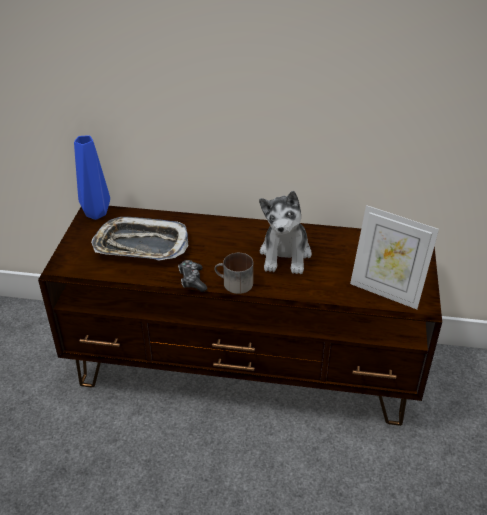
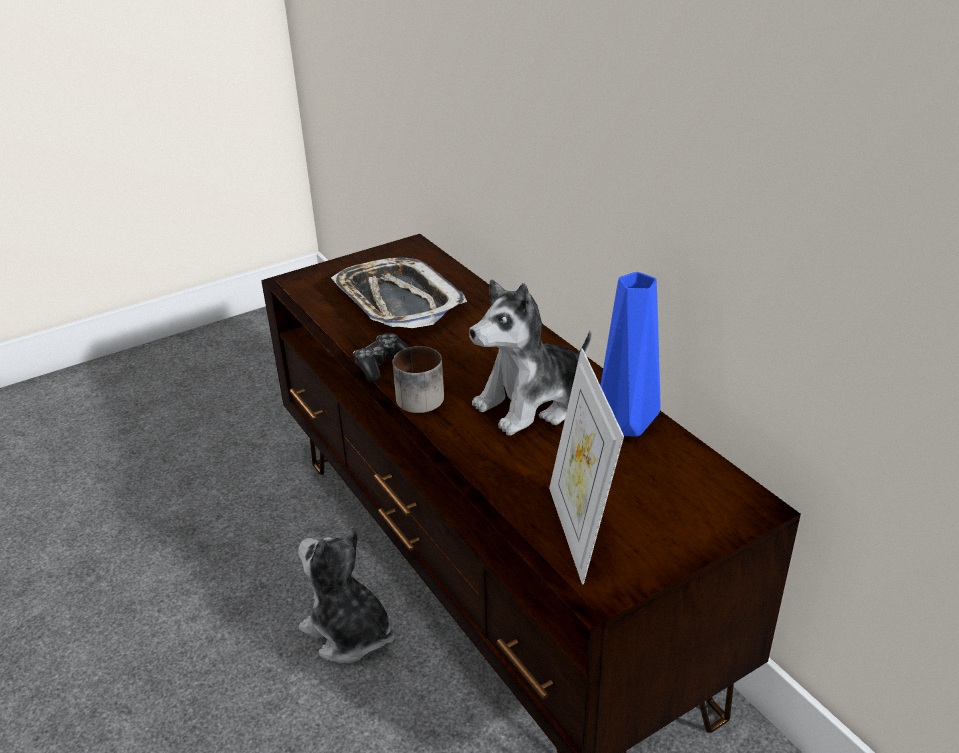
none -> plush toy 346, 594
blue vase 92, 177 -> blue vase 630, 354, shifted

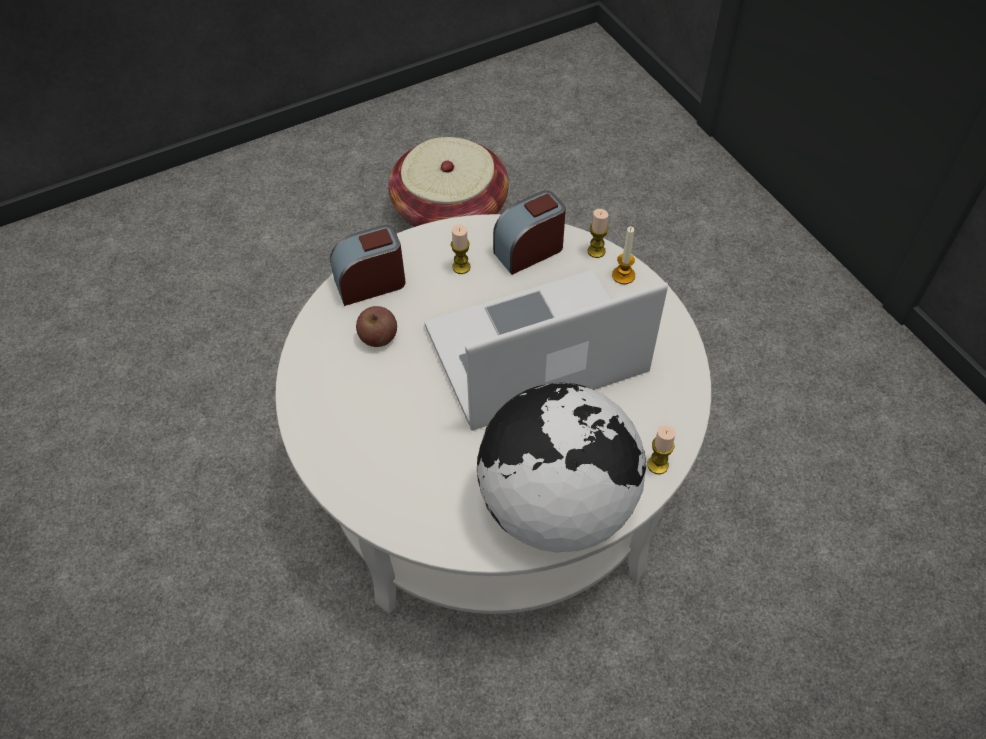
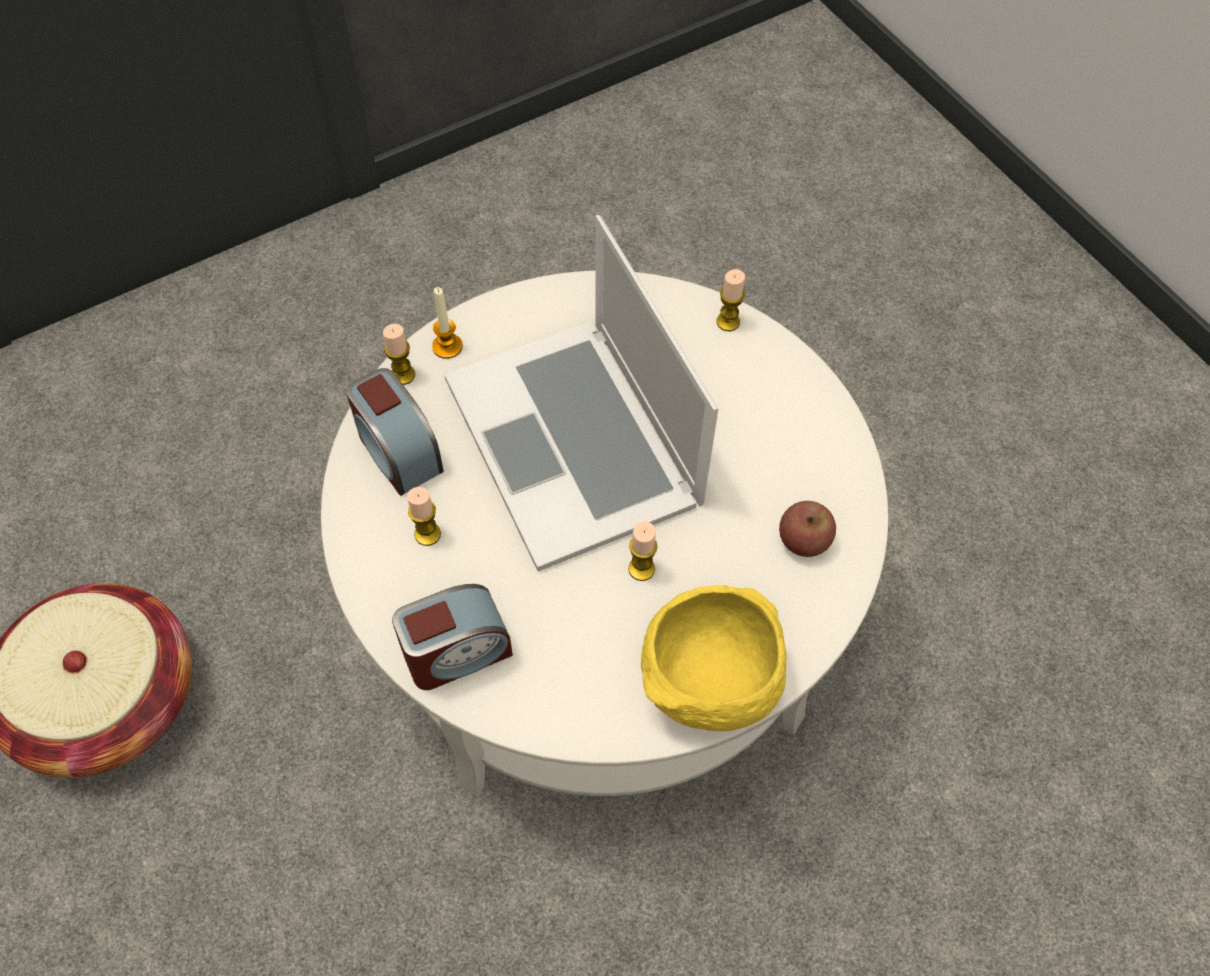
globe 561, 467 -> none
none -> candle 643, 551
none -> yellow bowl 714, 658
apple 376, 326 -> apple 807, 529, shifted
alarm clock 368, 265 -> alarm clock 452, 637, 90 degrees counterclockwise

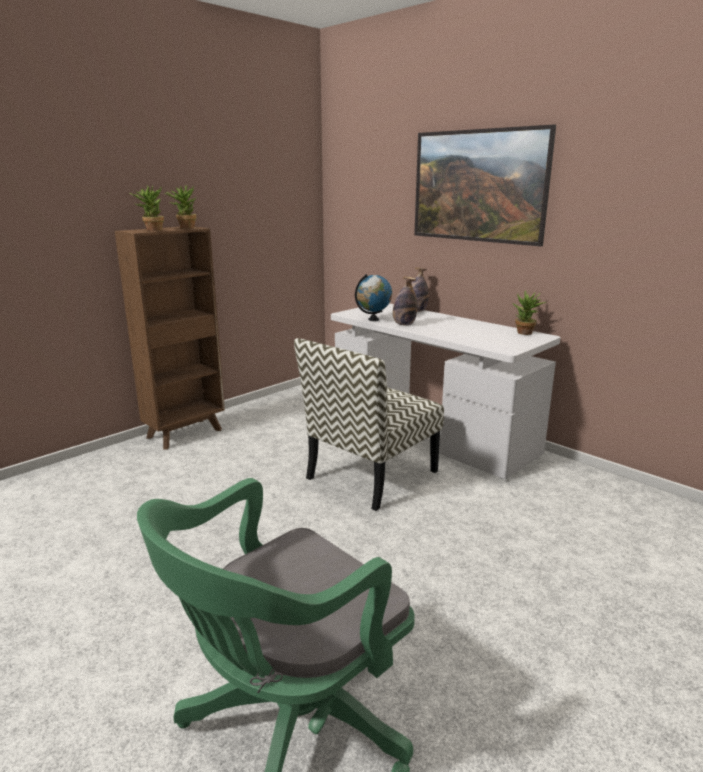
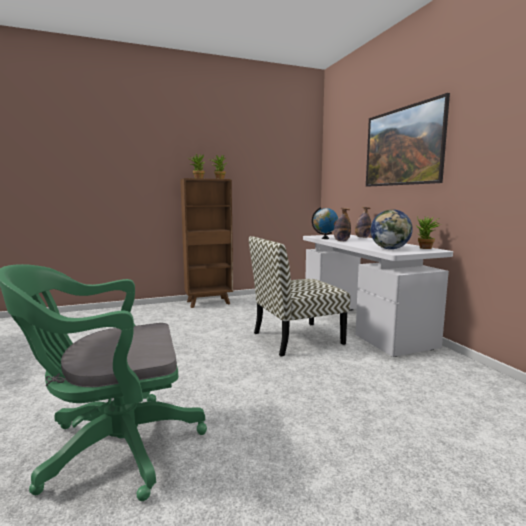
none -> globe 391, 229

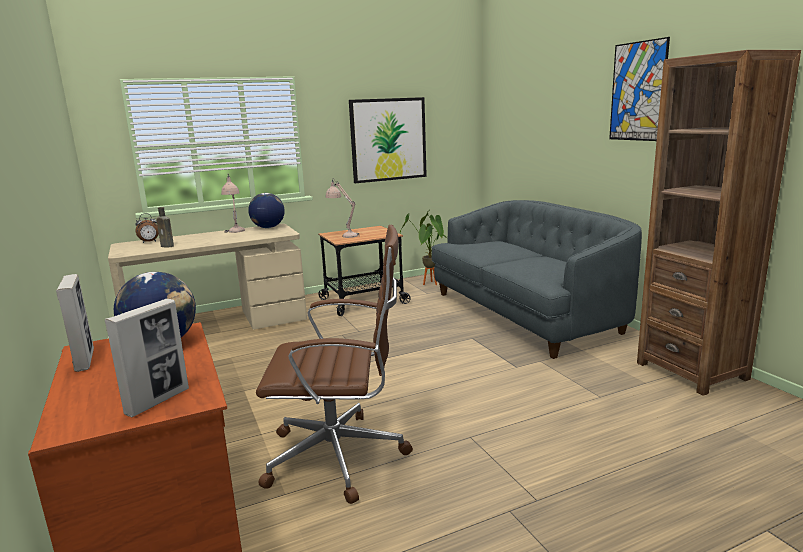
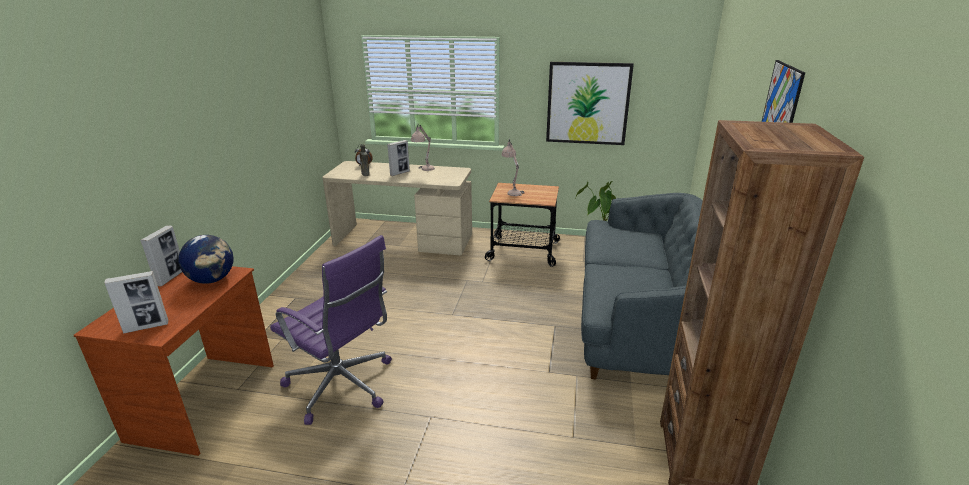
globe 266, 210 -> none
none -> picture frame 398, 158
brown office chair 334, 364 -> purple office chair 331, 330

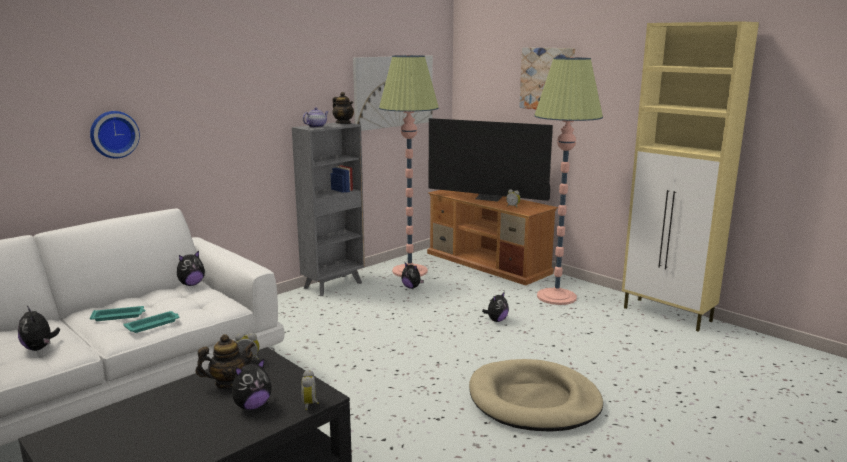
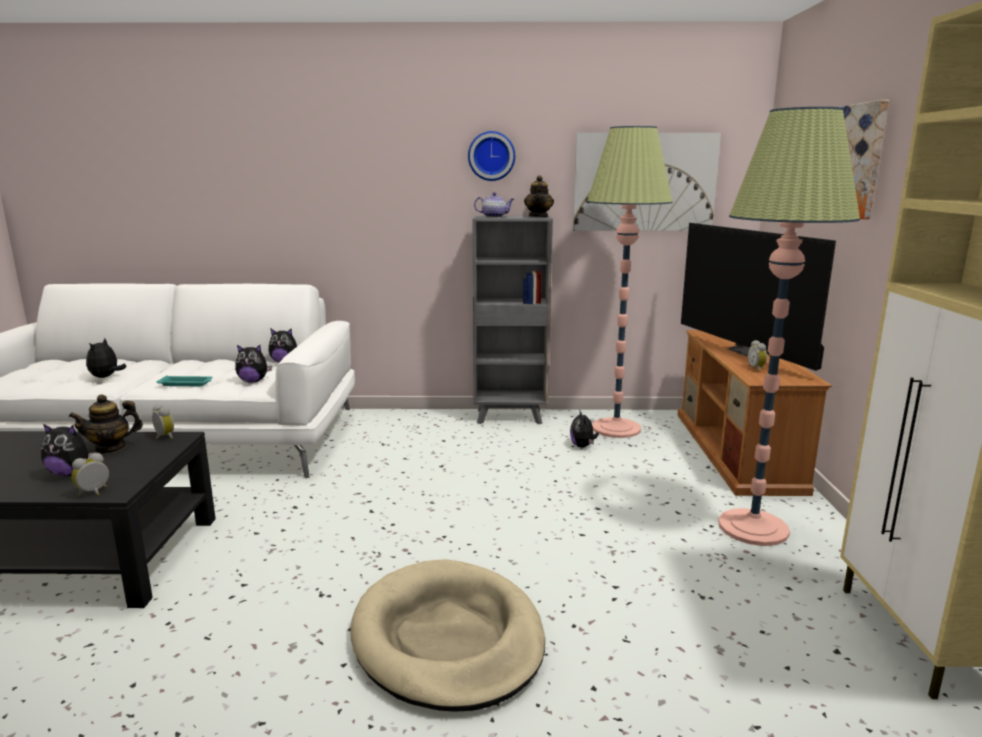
turquoise tray 118, 313 -> none
wall clock 115, 135 -> wall clock 491, 156, shifted
plush toy 495, 307 -> plush toy 253, 364, shifted
teapot 225, 361 -> teapot 105, 424, 135 degrees clockwise

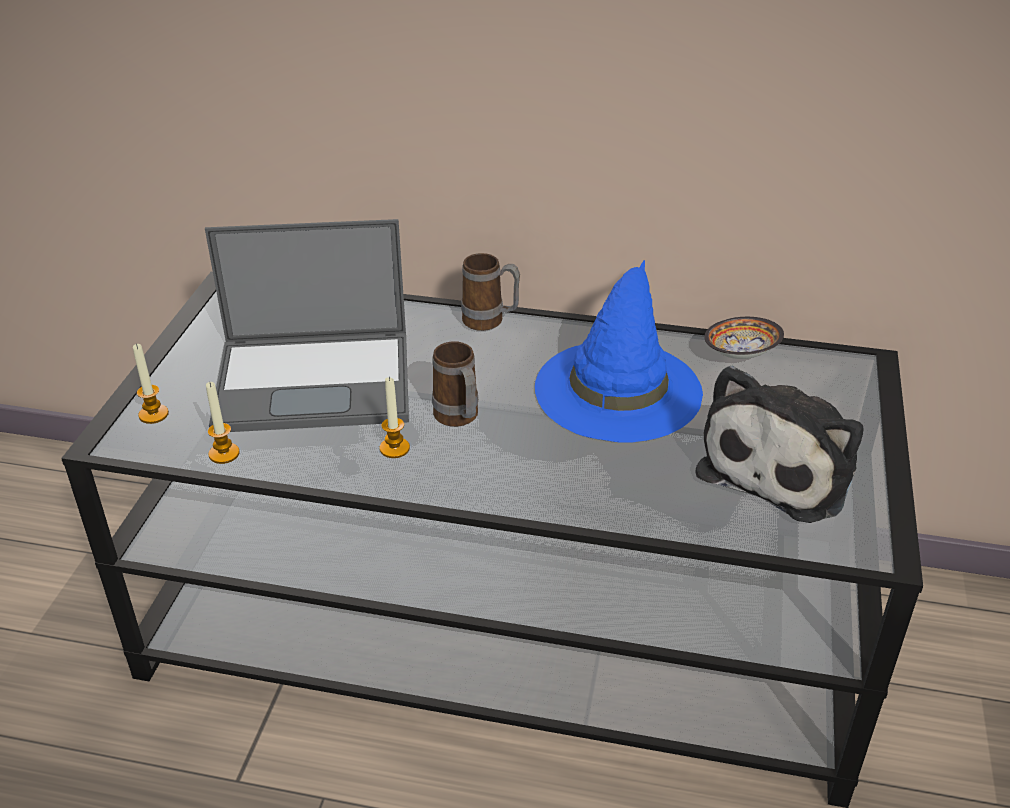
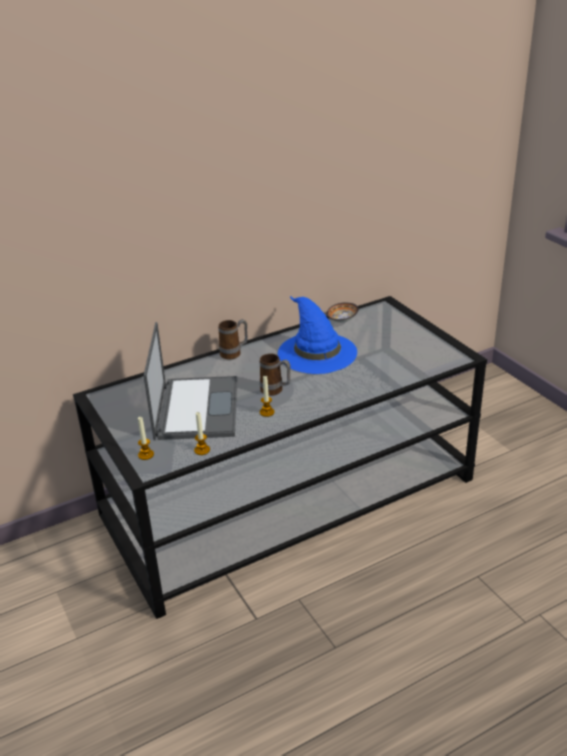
plush toy 779, 444 -> none
laptop 307, 325 -> laptop 190, 381, 45 degrees counterclockwise

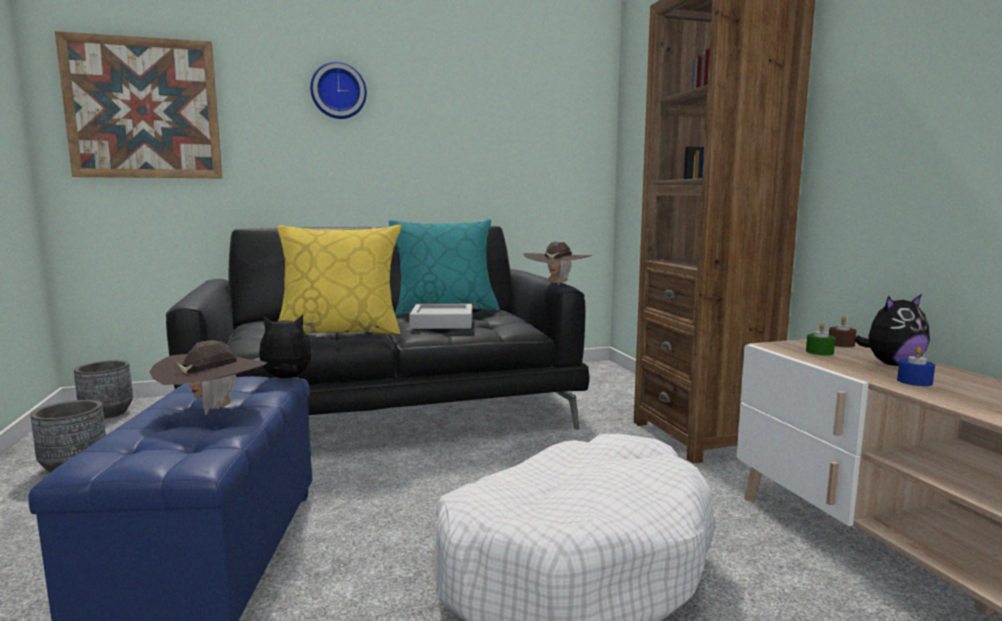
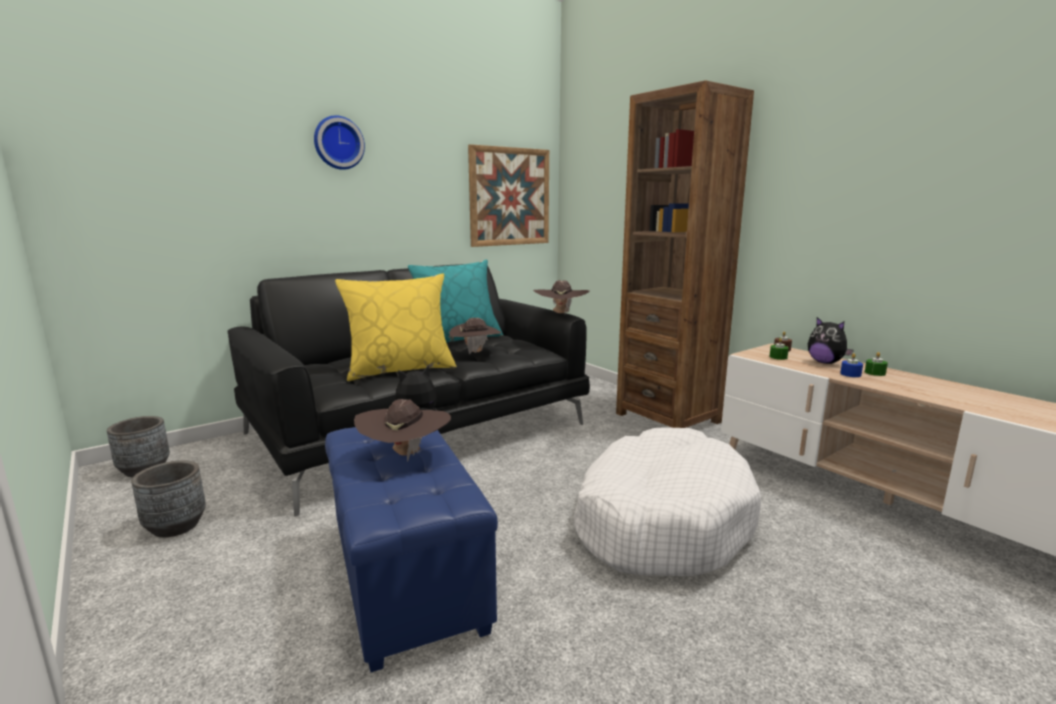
none -> green candle 876, 364
picture 138, 104 -> picture 508, 195, shifted
grey tray 440, 316 -> brown hat 475, 336
plush toy 892, 330 -> plush toy 831, 340, 90 degrees clockwise

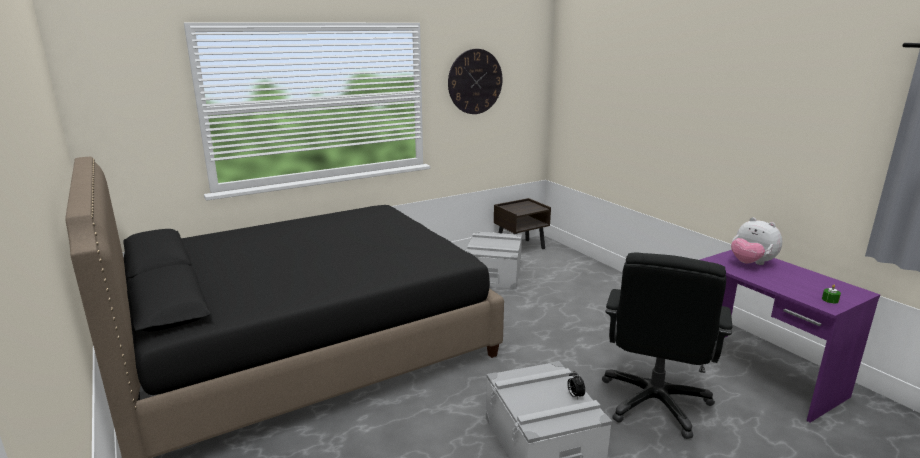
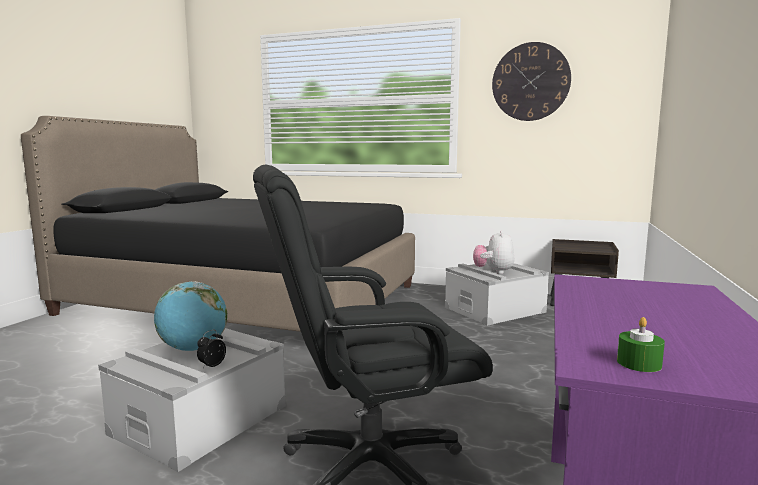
none -> globe 190, 316
plush toy 756, 241 -> plush toy 493, 252, shifted

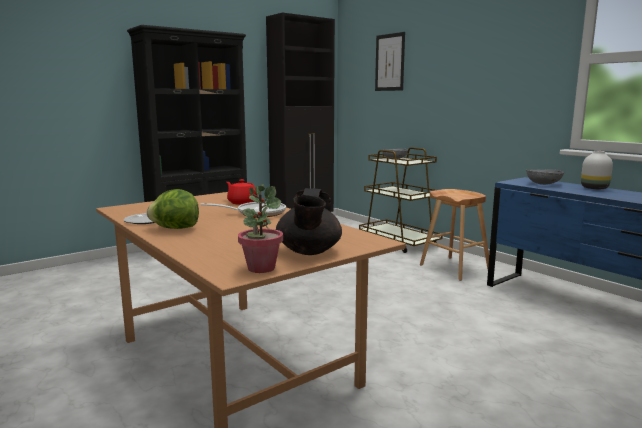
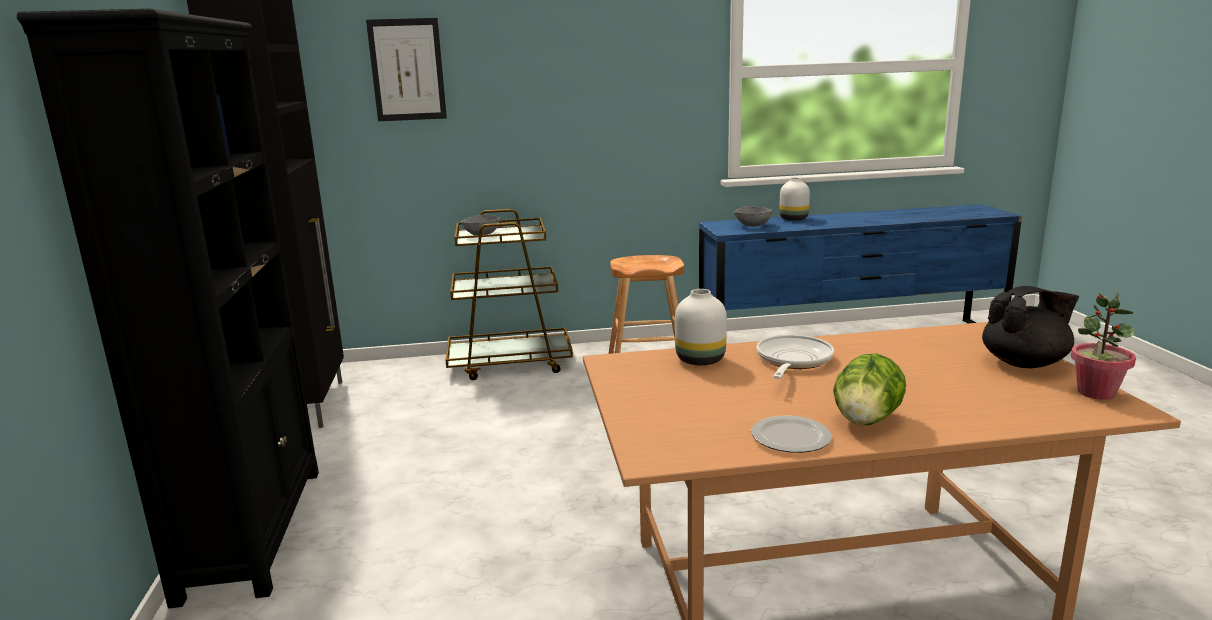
red teapot 242, 192 -> white vase 701, 327
black teapot 309, 221 -> black teapot 1030, 327, 45 degrees counterclockwise

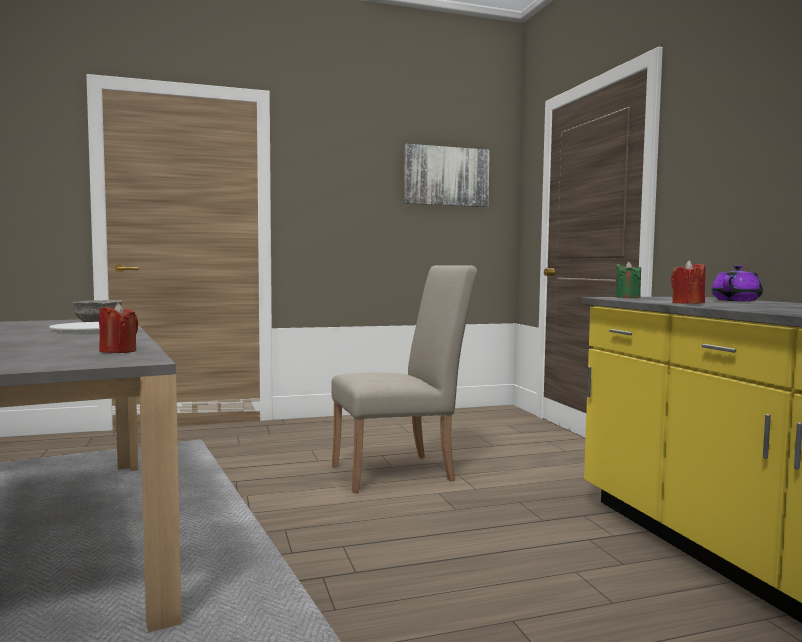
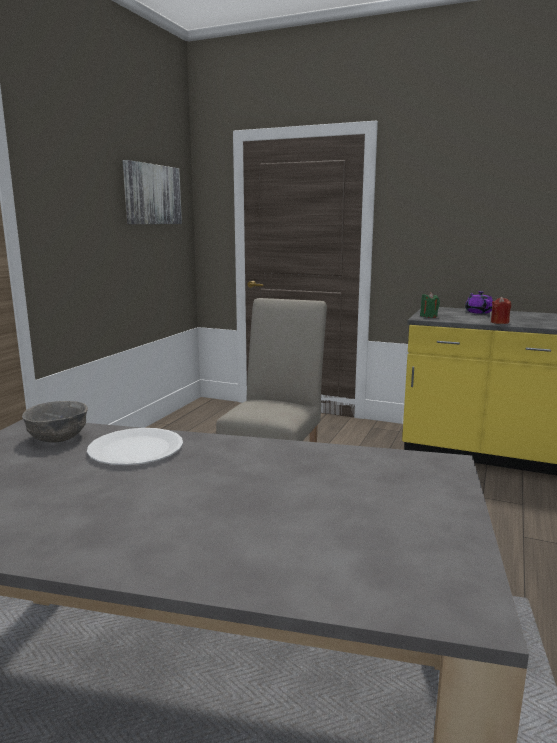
red candle 118, 328 -> none

